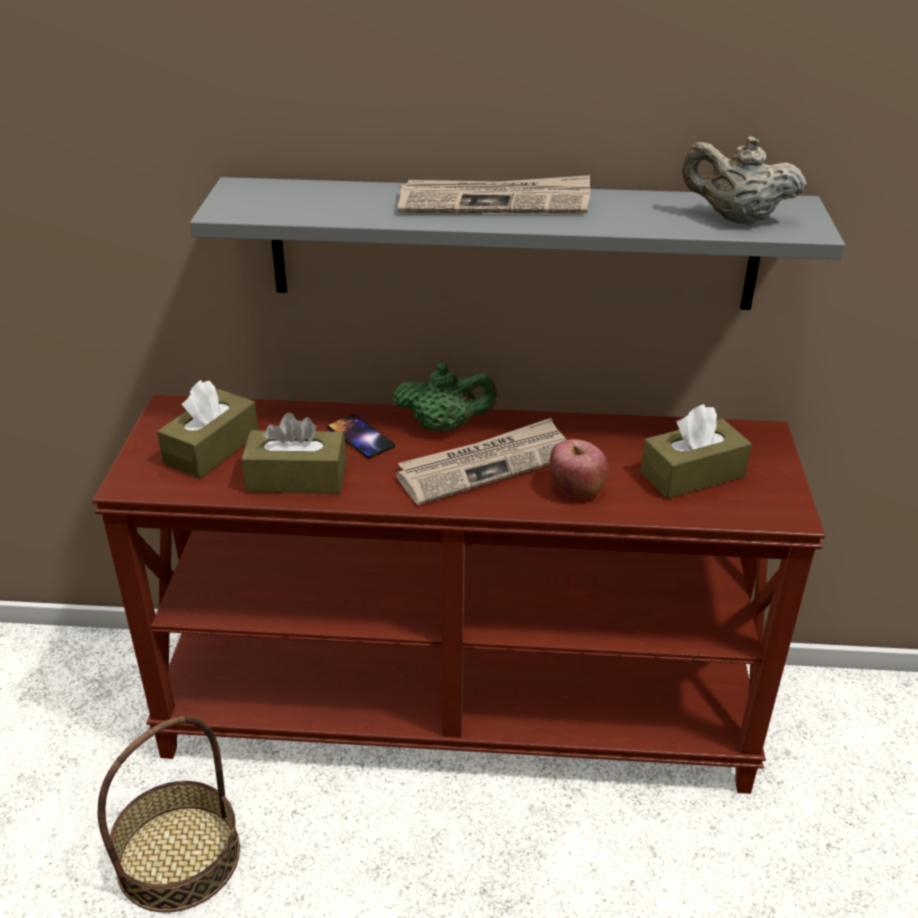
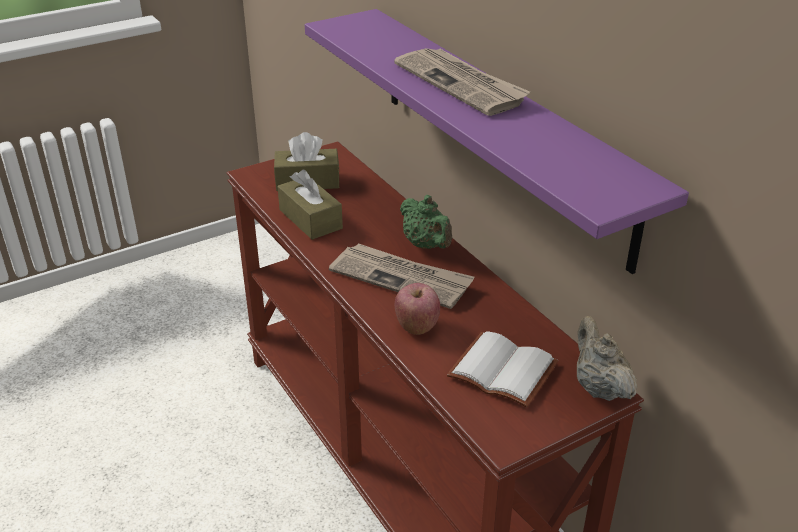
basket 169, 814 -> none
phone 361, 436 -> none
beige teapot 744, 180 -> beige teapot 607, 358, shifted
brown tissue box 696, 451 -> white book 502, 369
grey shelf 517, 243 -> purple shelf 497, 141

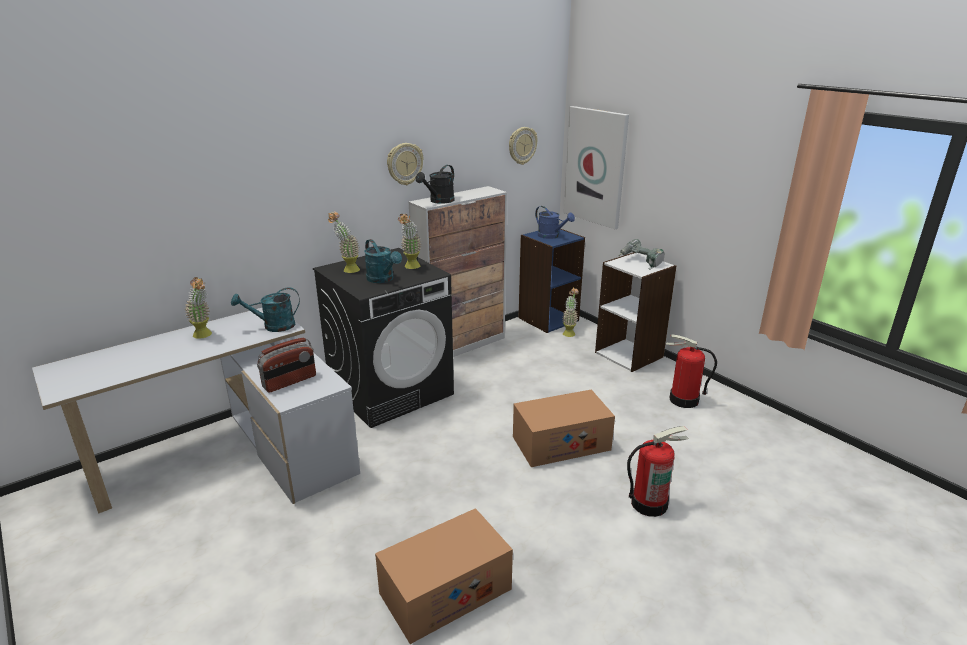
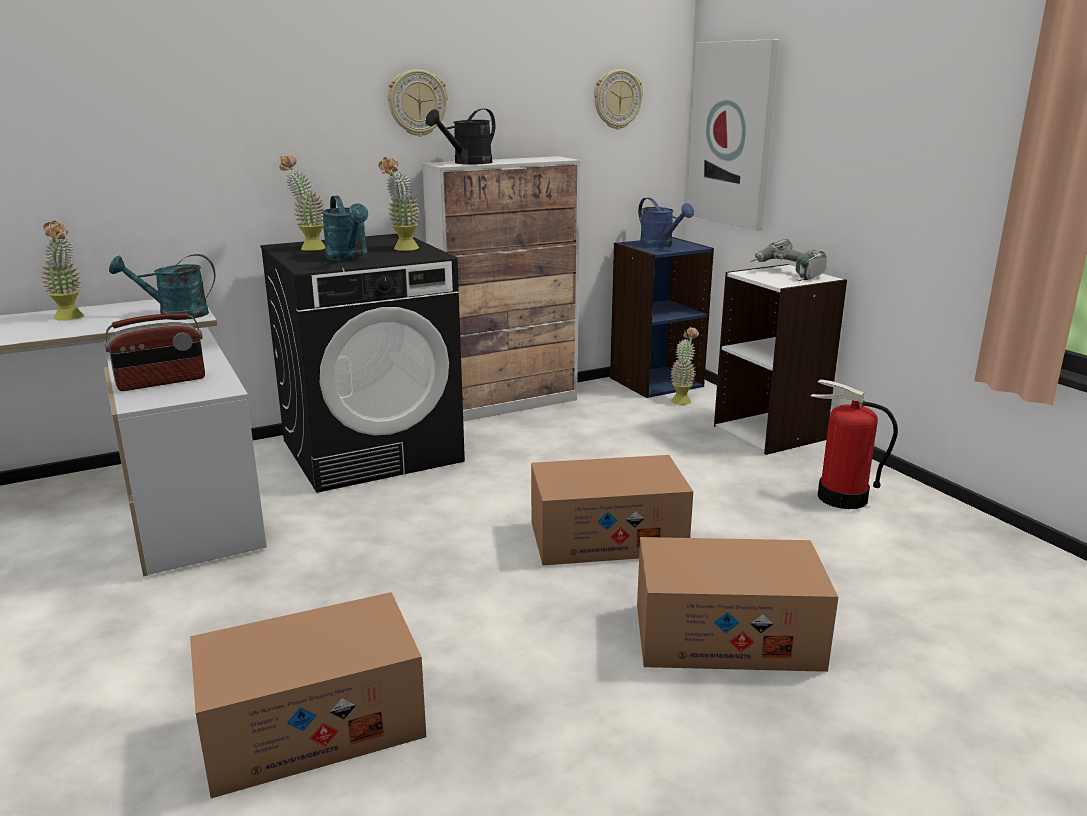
fire extinguisher 658, 471 -> cardboard box 737, 604

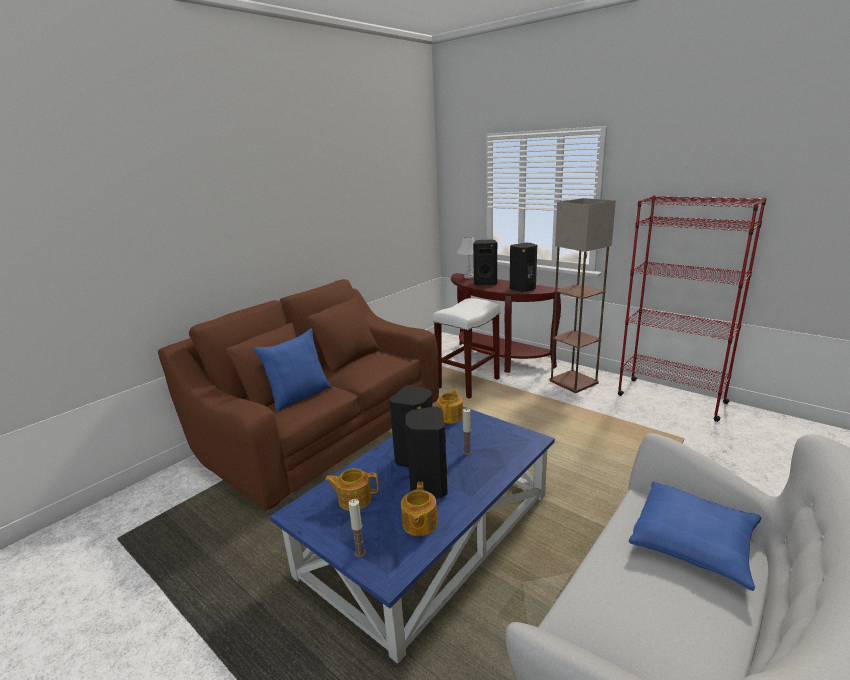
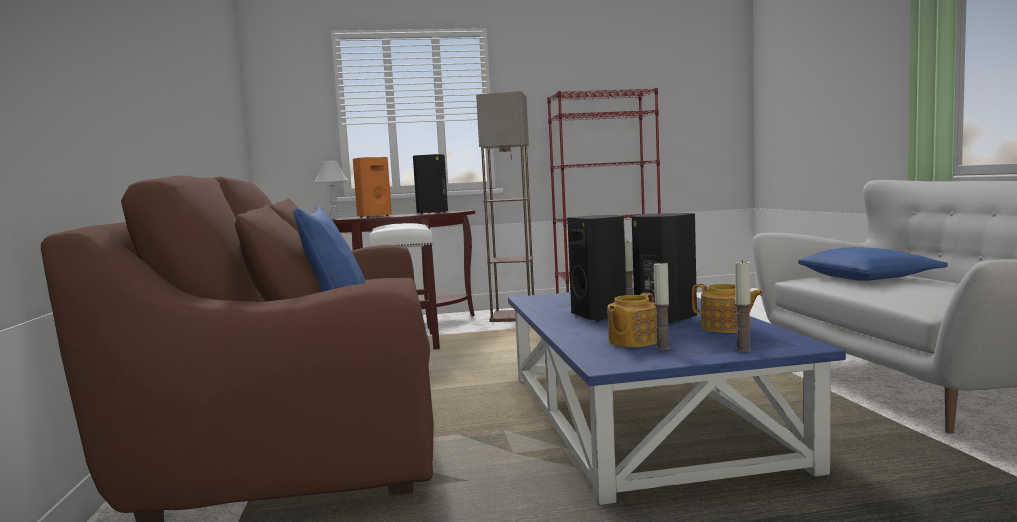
teapot 450, 406 -> none
none -> candle 662, 305
black speaker 485, 263 -> orange speaker 372, 187

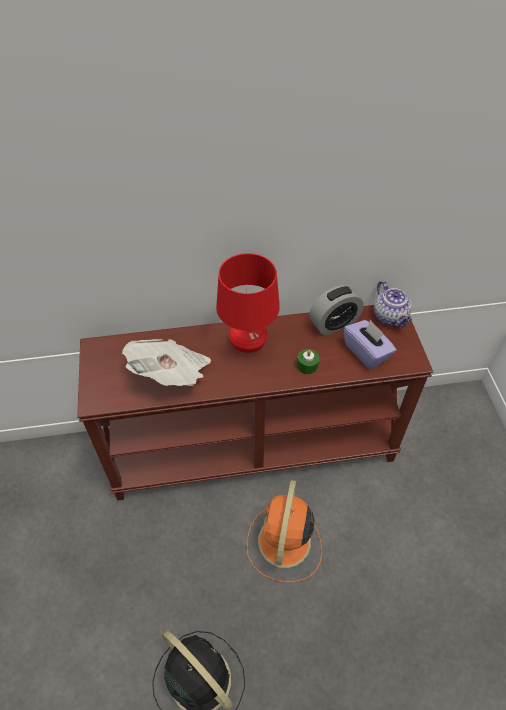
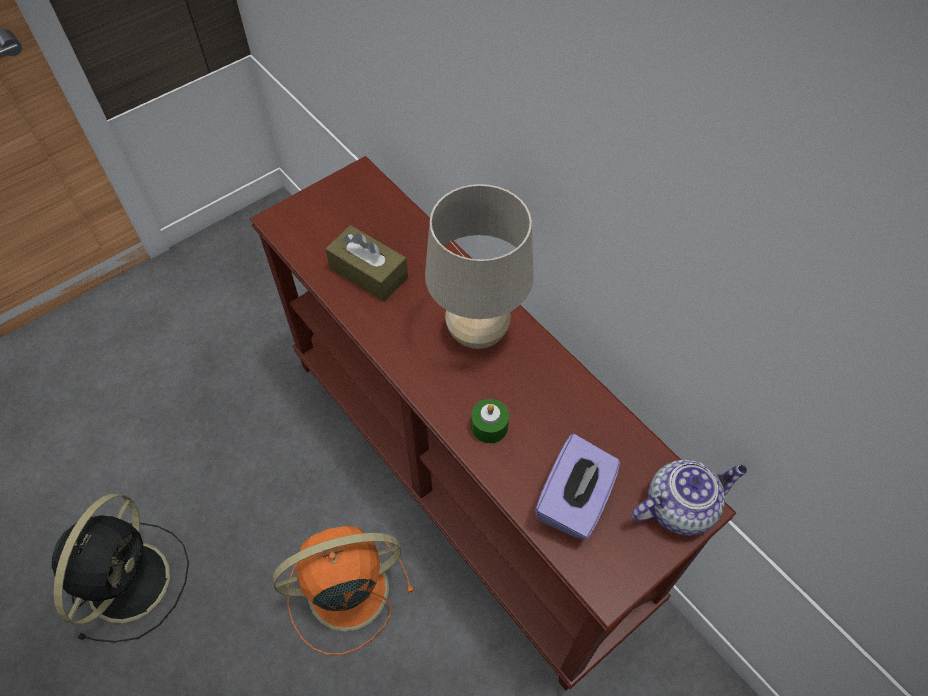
alarm clock 336, 310 -> none
newspaper 166, 362 -> brown tissue box 366, 263
red table lamp 248, 303 -> beige table lamp 479, 266
teapot 393, 304 -> teapot 689, 498, 150 degrees counterclockwise

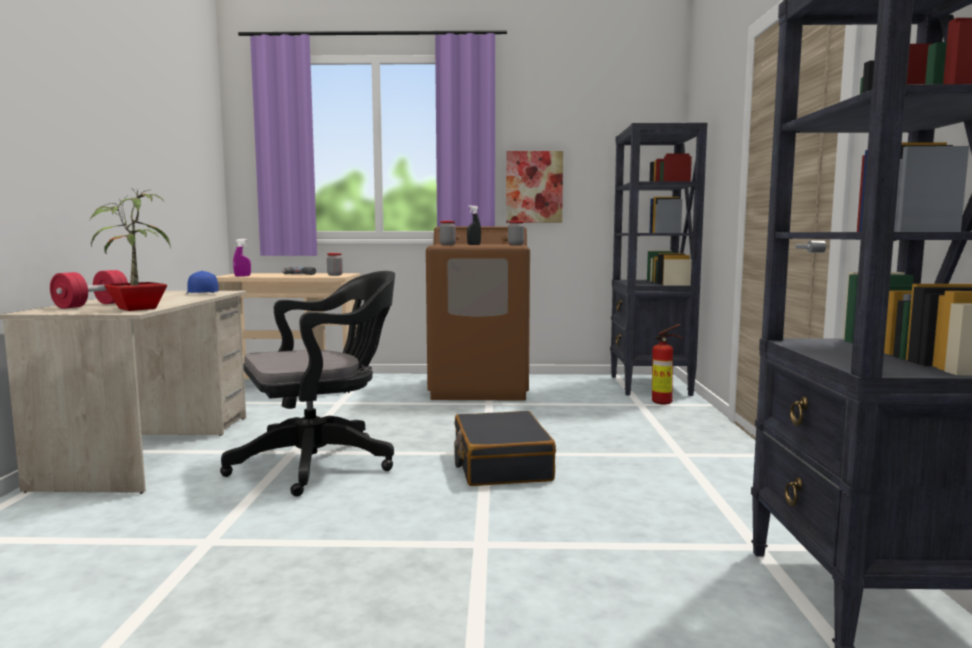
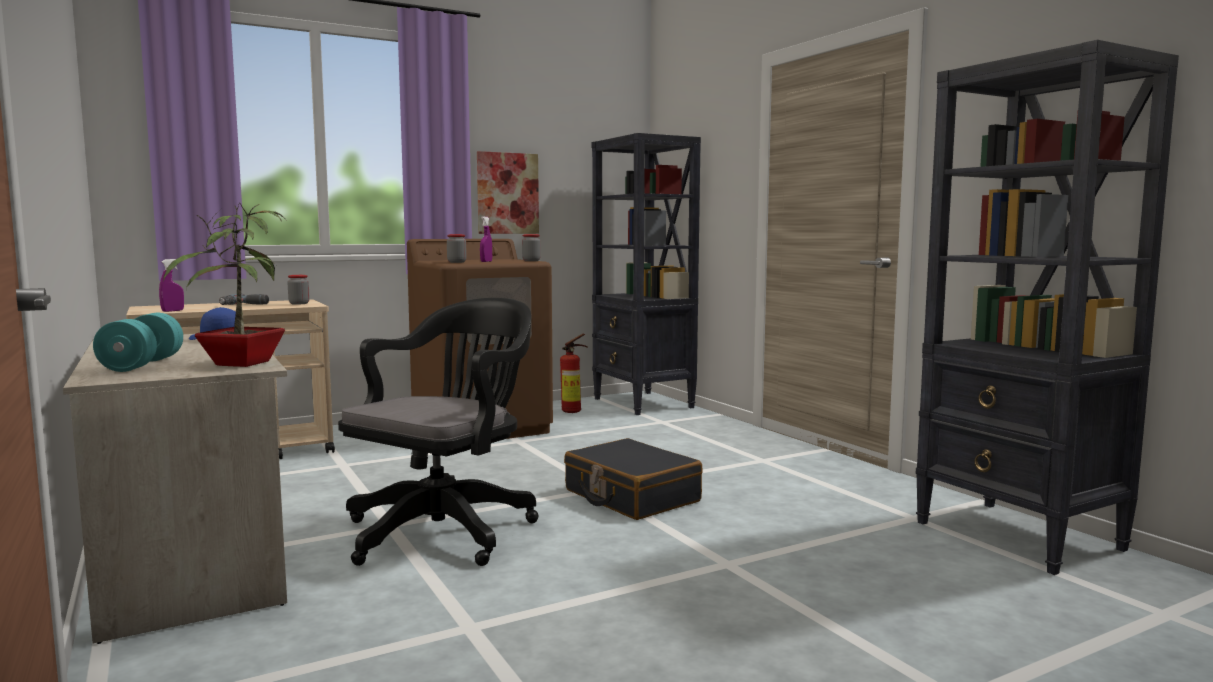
fire extinguisher 667, 364 -> fire extinguisher 574, 373, shifted
red dumbbell 89, 289 -> turquoise dumbbell 138, 342
black spray bottle 474, 225 -> purple spray bottle 486, 239

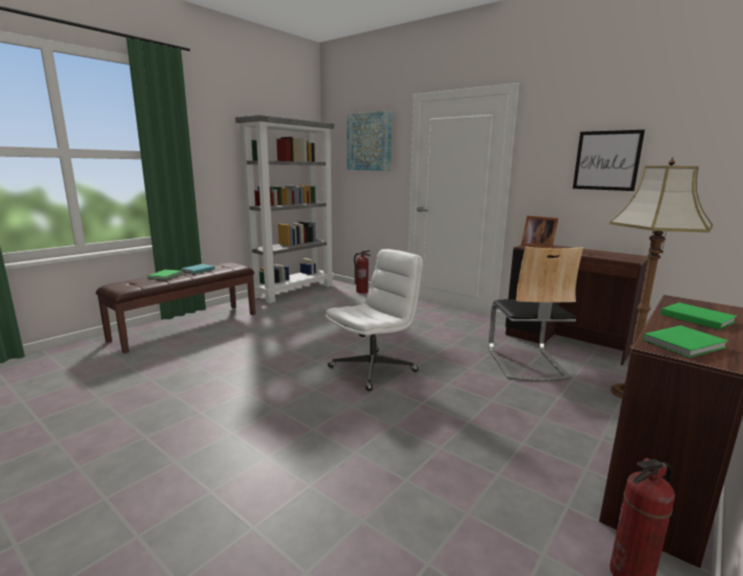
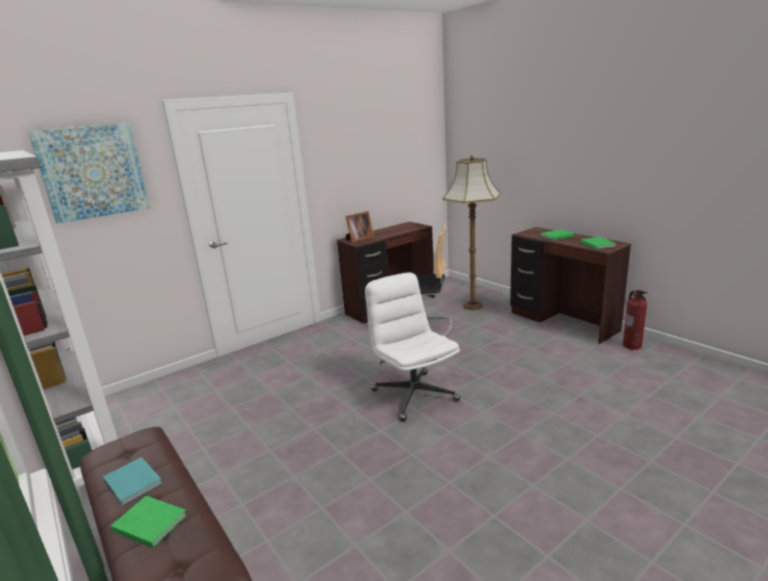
fire extinguisher 362, 272 -> none
picture 609, 160 -> none

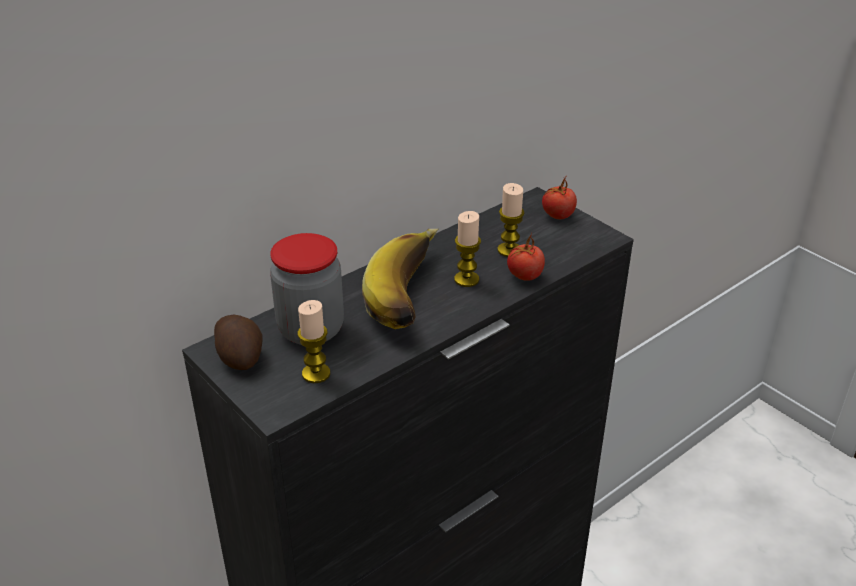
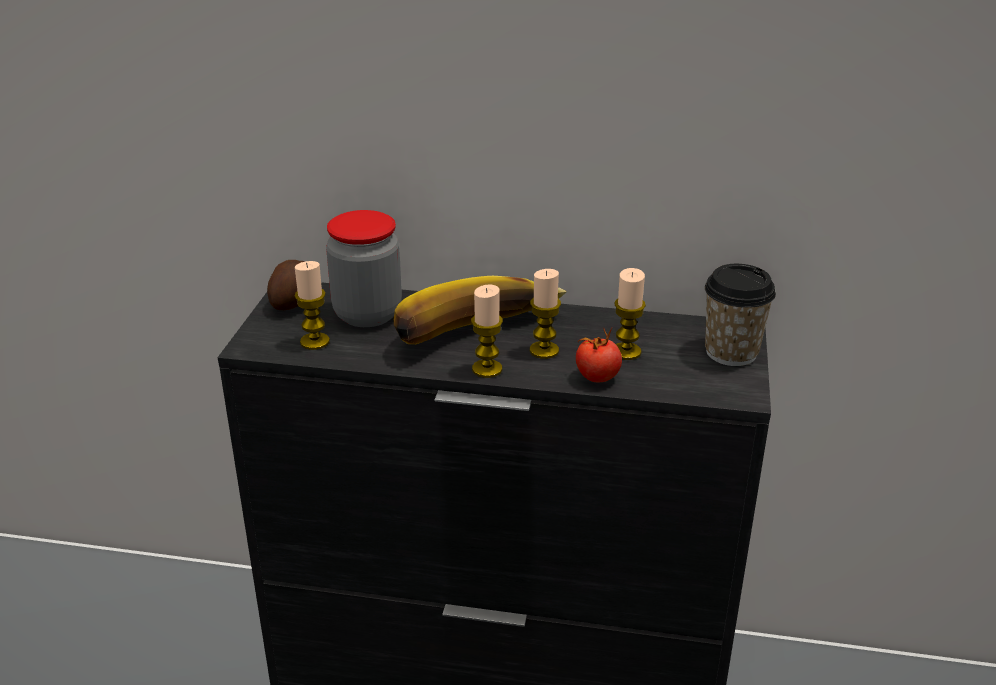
none -> candle 487, 331
tomato 559, 197 -> cup 740, 315

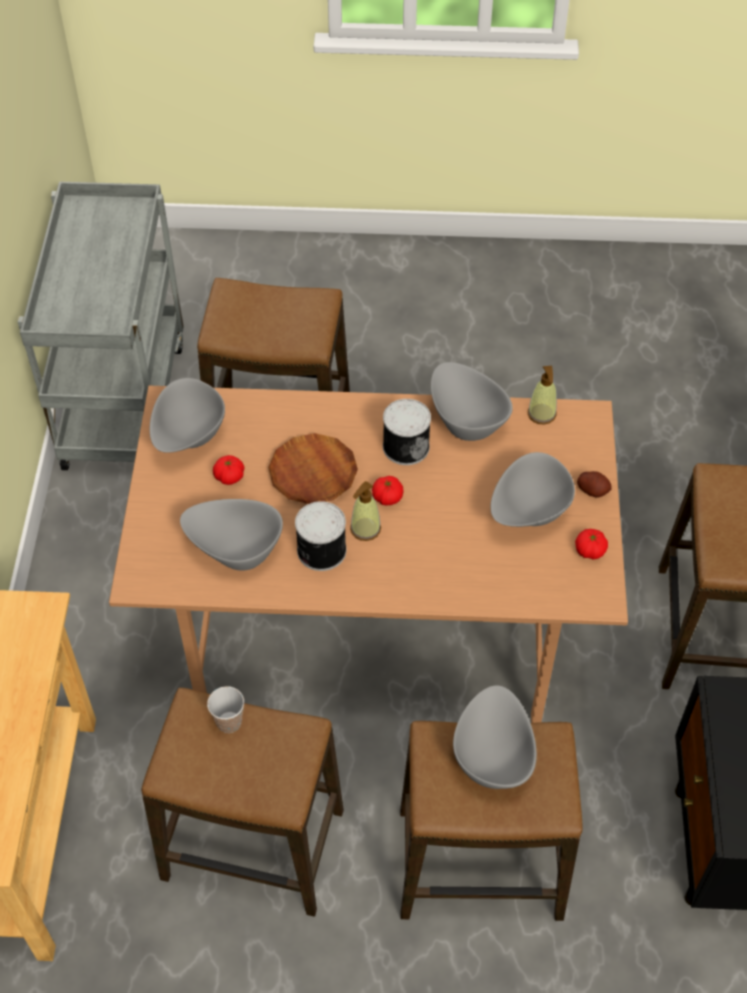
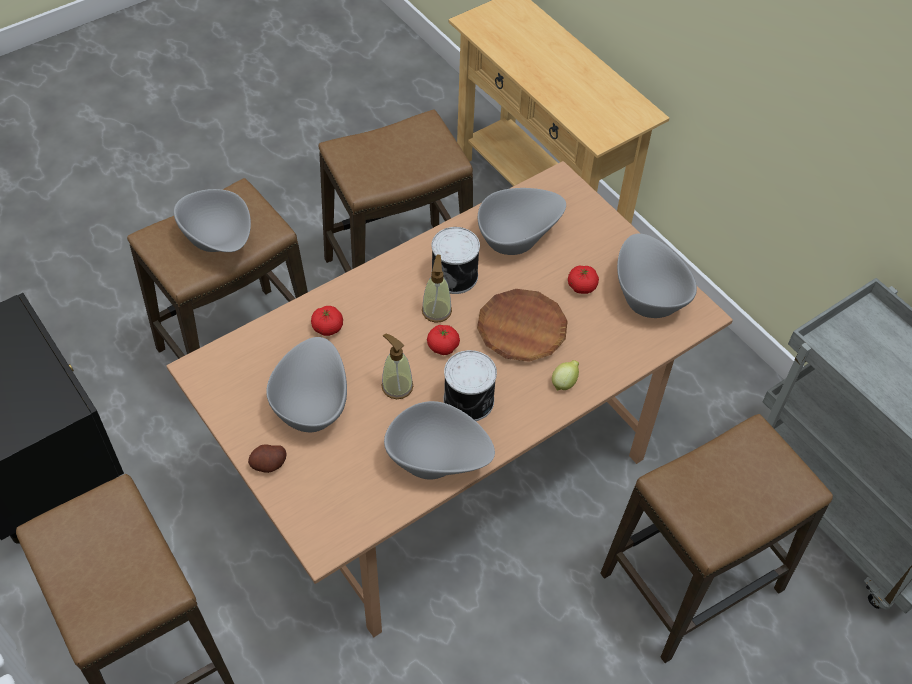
cup 225, 709 -> none
none -> lemon 565, 375
soap dispenser 542, 395 -> soap dispenser 397, 366, shifted
tomato 591, 544 -> tomato 327, 321, shifted

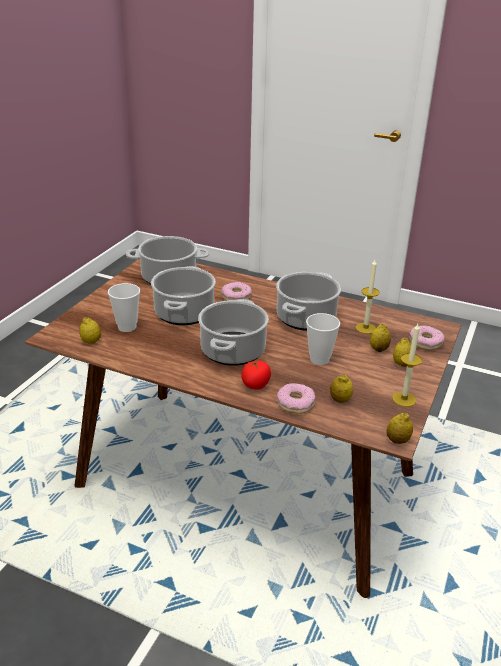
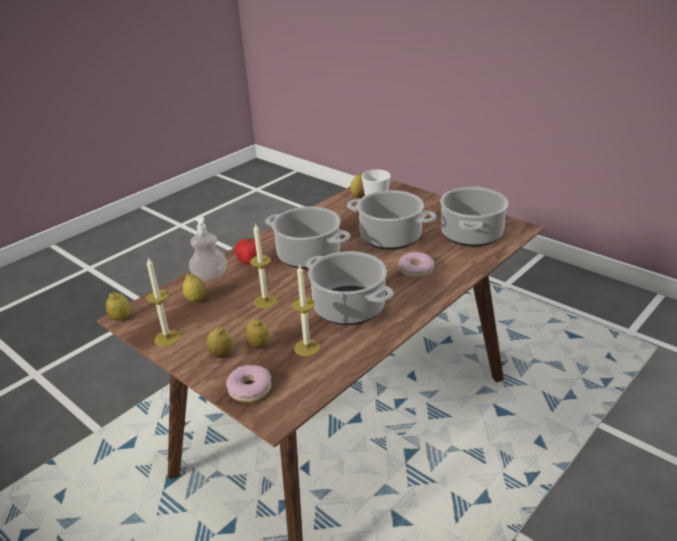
donut 296, 398 -> soap dispenser 208, 249
cup 323, 339 -> candle 263, 266

